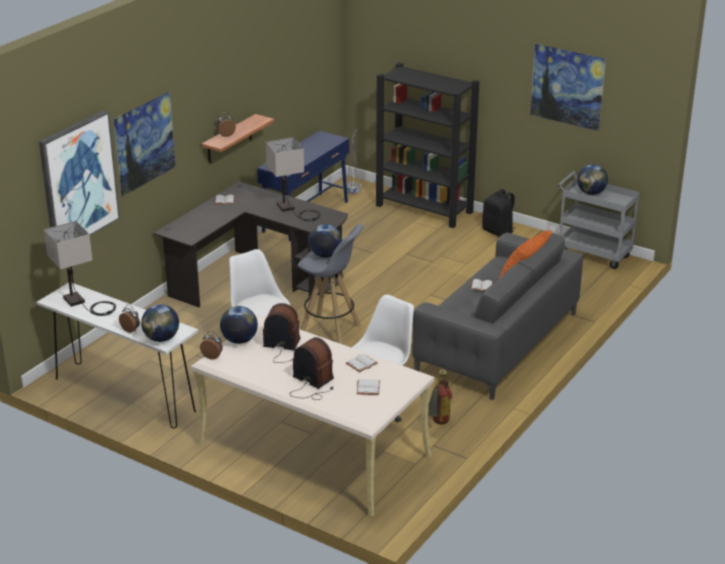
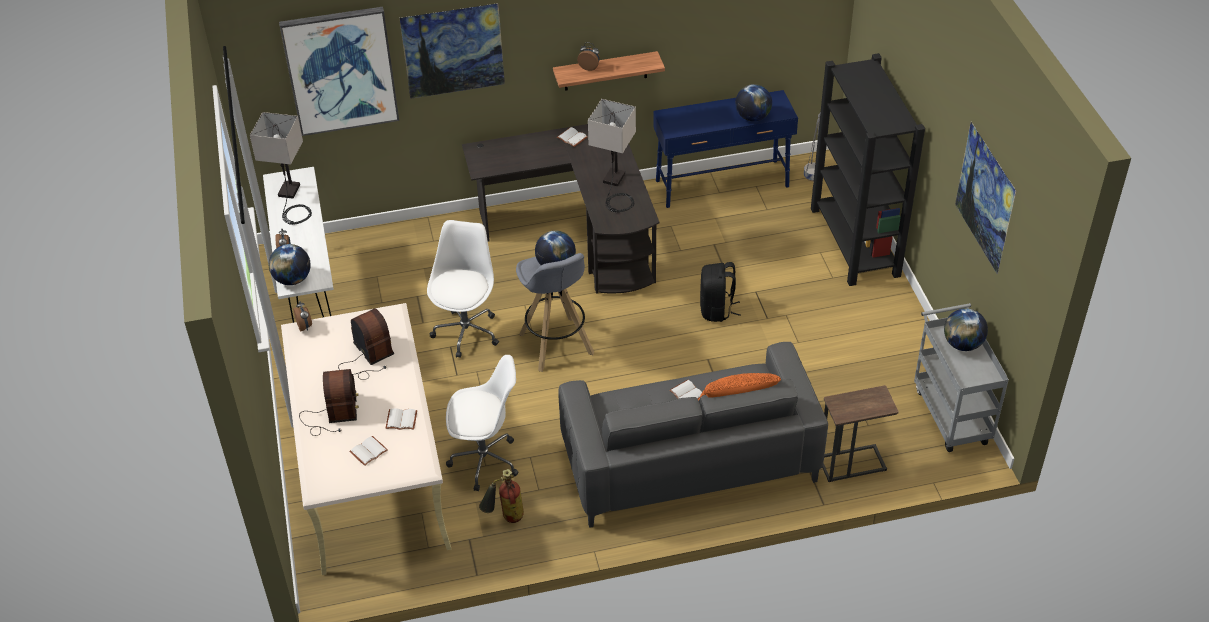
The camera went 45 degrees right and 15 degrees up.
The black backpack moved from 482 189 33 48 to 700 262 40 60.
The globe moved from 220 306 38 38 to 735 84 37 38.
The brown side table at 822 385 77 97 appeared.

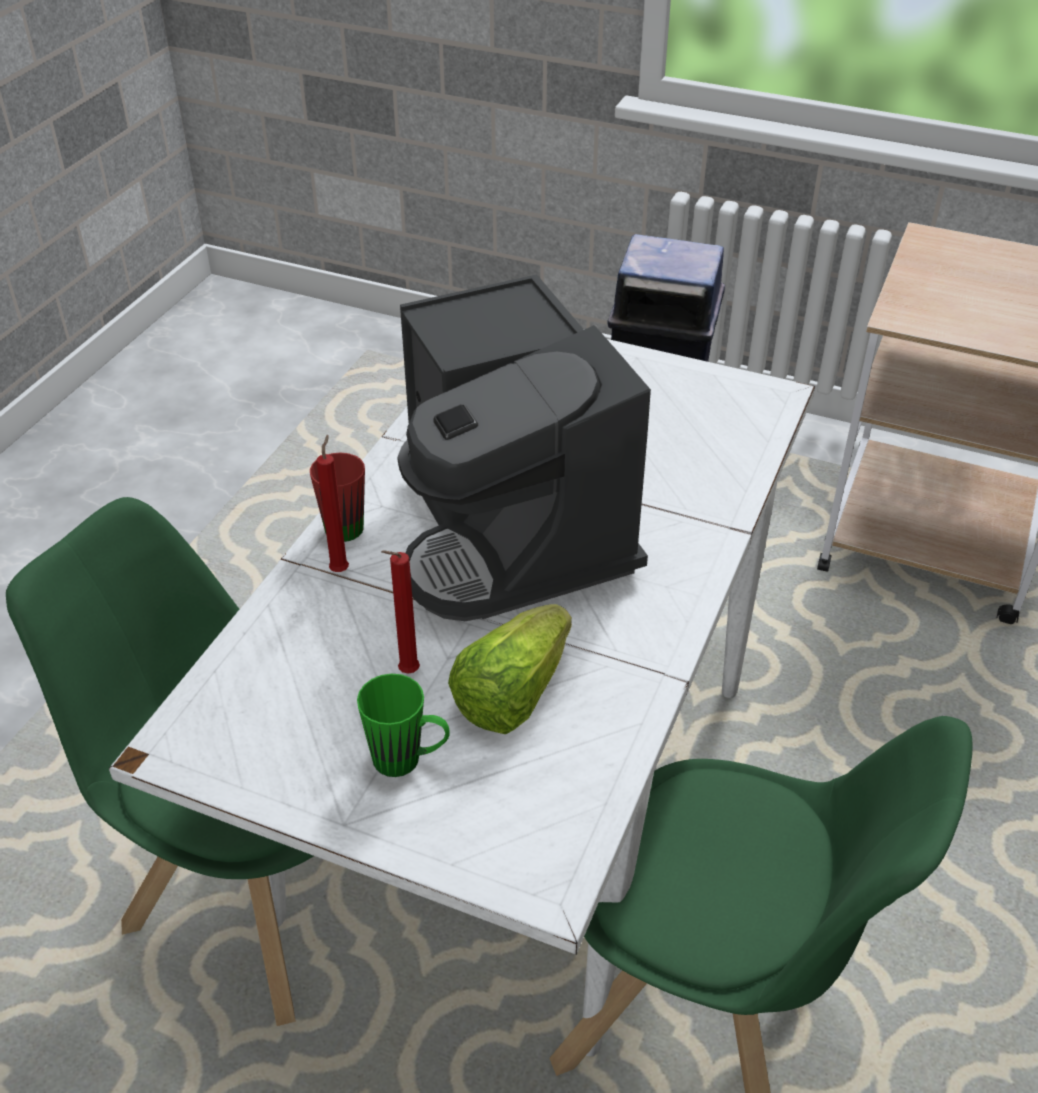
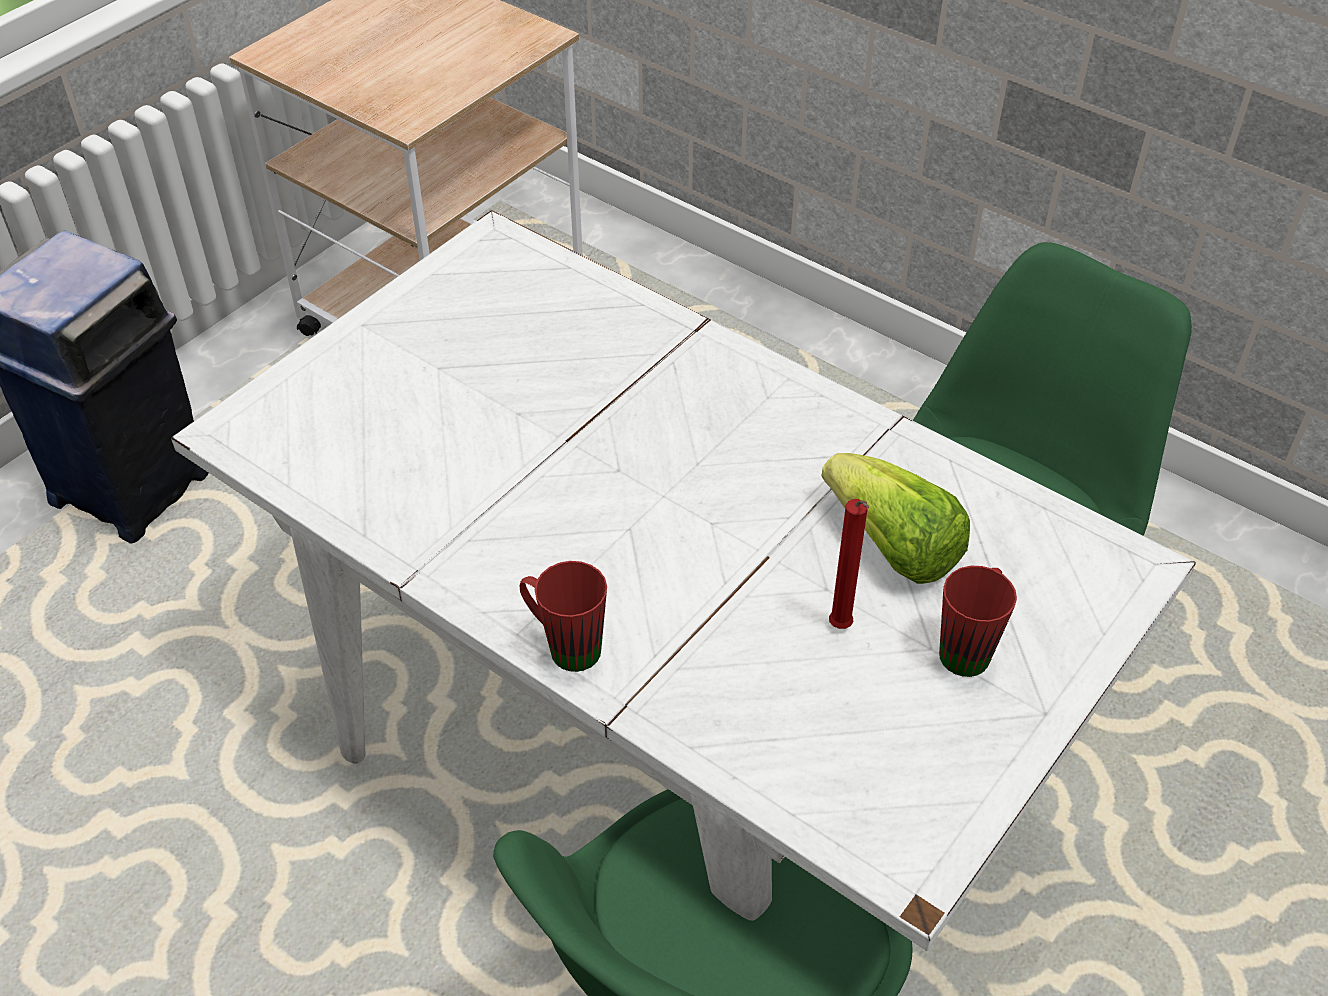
The camera went 75 degrees left and 5 degrees up.
The coffee machine at 397 274 254 347 disappeared.
The red candle at 316 435 33 137 disappeared.
The green mug at 357 674 93 103 became the red mug at 939 566 78 111.

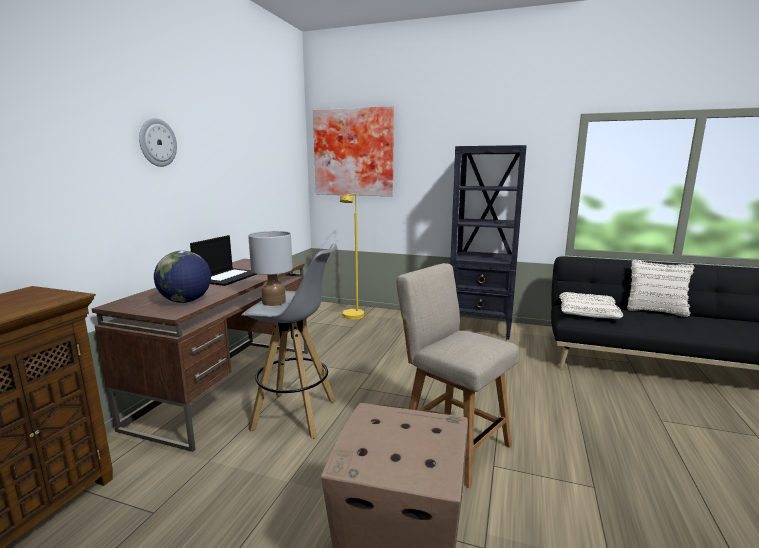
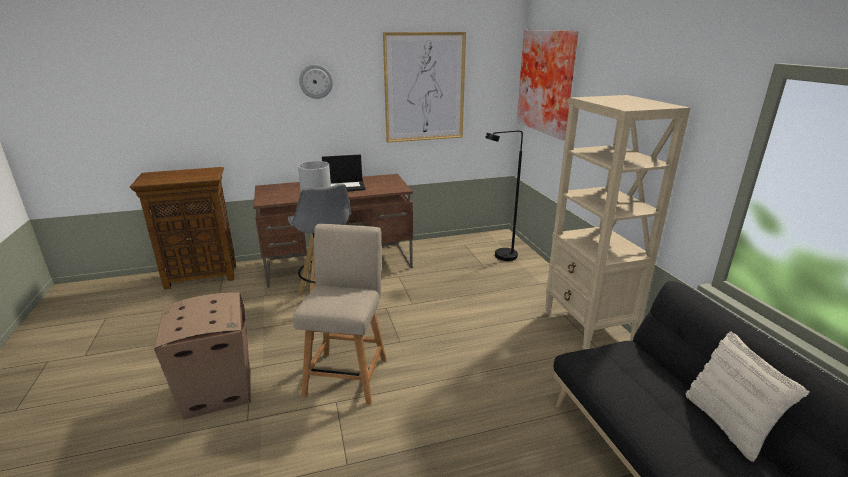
The camera went 55 degrees right and 10 degrees up.
The black bookcase at 450 145 77 195 became the beige bookcase at 545 95 146 255.
The yellow floor lamp at 340 193 24 127 became the black floor lamp at 485 130 38 131.
The globe at 154 251 57 52 disappeared.
The beige pillow at 559 292 64 27 disappeared.
The picture at 383 32 83 110 appeared.

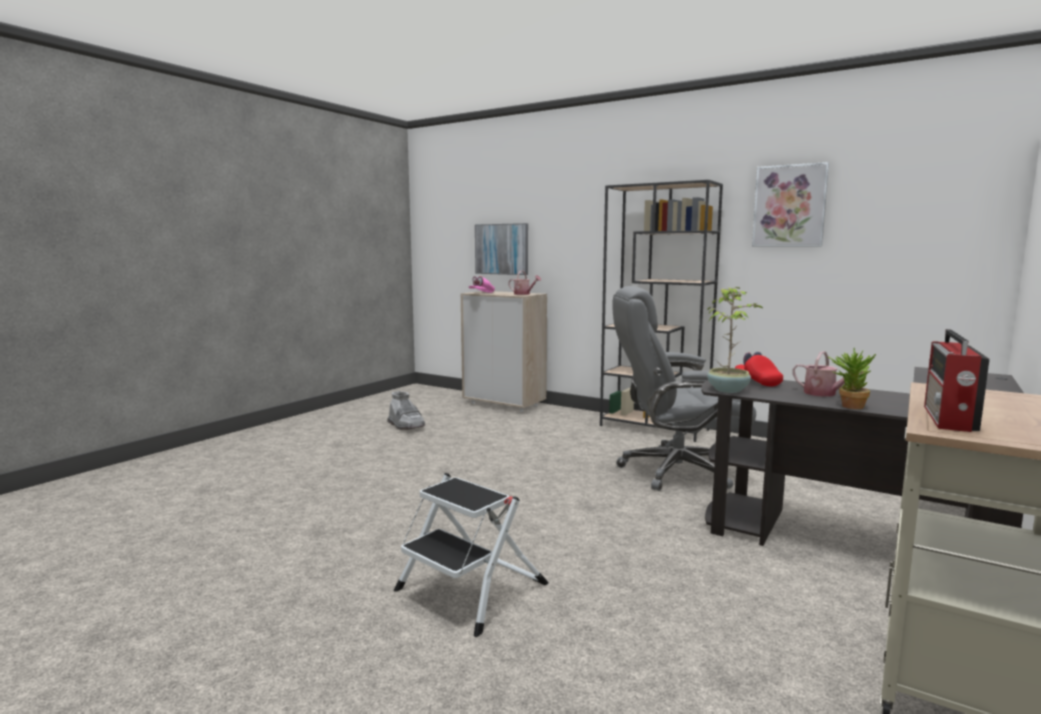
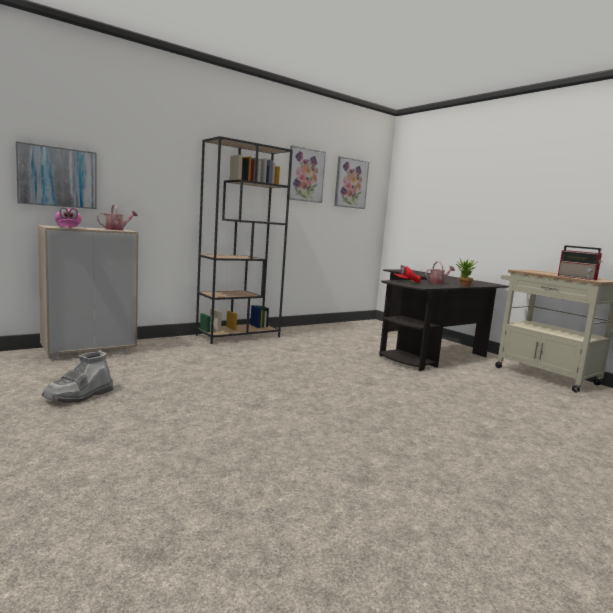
The camera went 70 degrees left and 0 degrees up.
The grey office chair at 612 286 144 205 disappeared.
The potted plant at 707 287 57 106 disappeared.
The grey boot at 387 391 38 39 turned 135 degrees clockwise.
The step ladder at 394 473 155 164 disappeared.
The picture at 334 156 35 53 appeared.

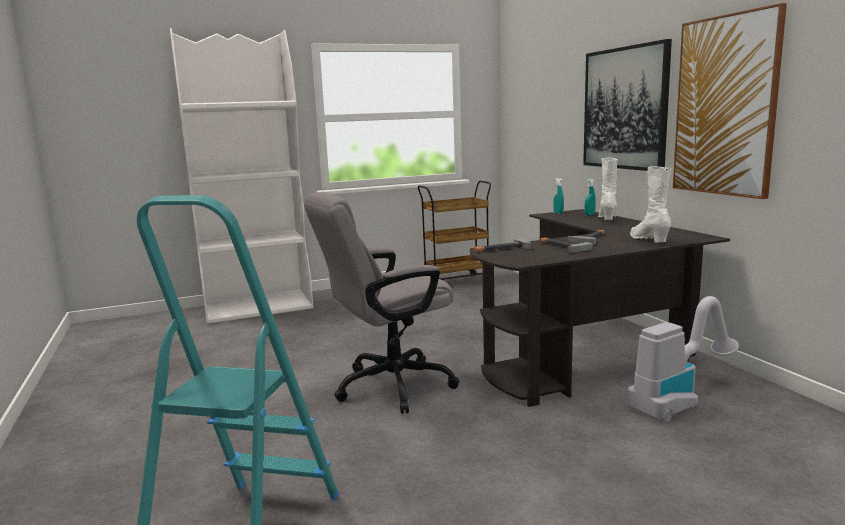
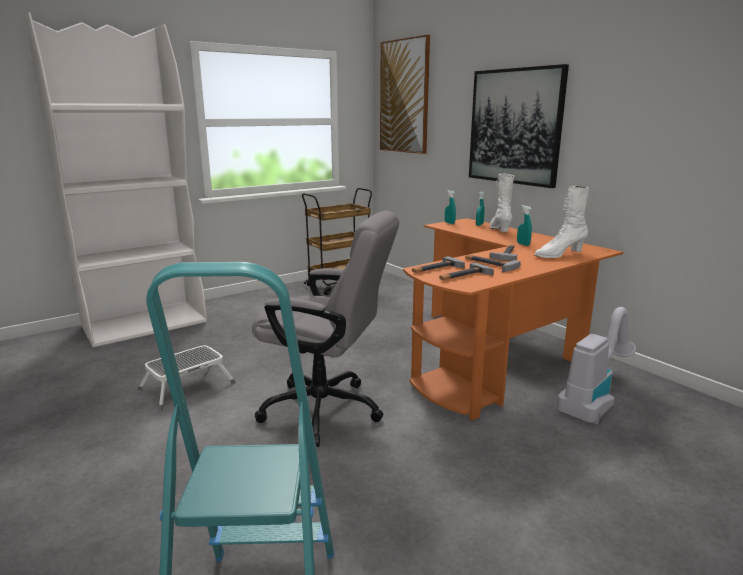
The camera went 15 degrees left and 5 degrees up.
The picture moved from 673 3 114 196 to 380 35 50 119.
The white boot at 630 166 41 76 turned 90 degrees counterclockwise.
The grey office chair at 304 192 155 222 turned 120 degrees counterclockwise.
The black desk at 470 209 260 198 became the orange desk at 403 218 220 203.
The turquoise spray bottle at 517 205 15 41 appeared.
The hammer at 439 263 55 17 appeared.
The grey step ladder at 138 345 98 66 appeared.

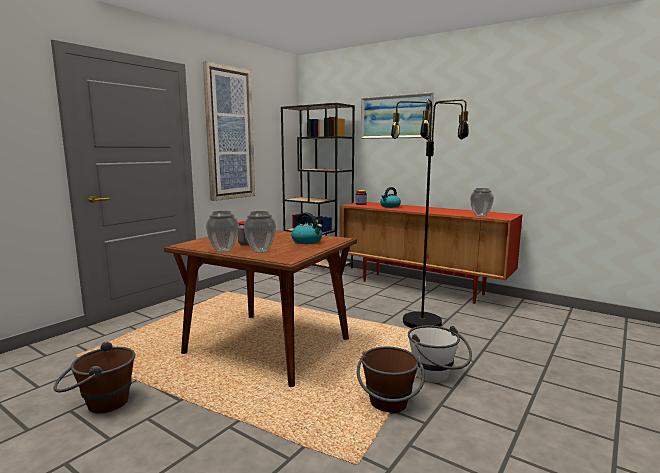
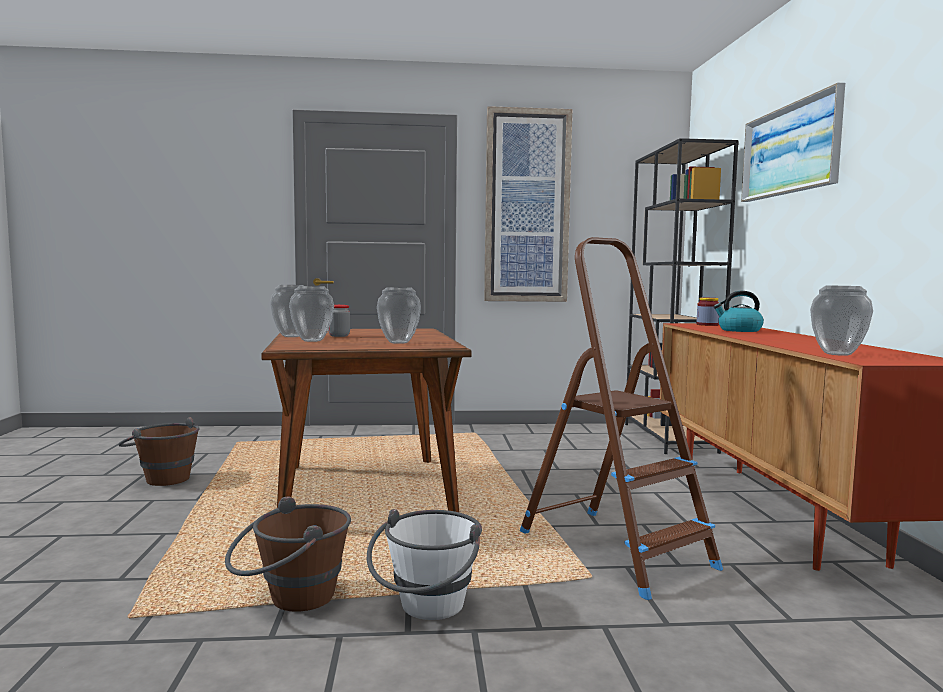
The camera went 50 degrees right and 5 degrees down.
The floor lamp at 391 98 78 230 was replaced by the brown step ladder at 520 237 203 363.
The kettle at 291 212 31 32 was replaced by the vase at 377 287 44 57.

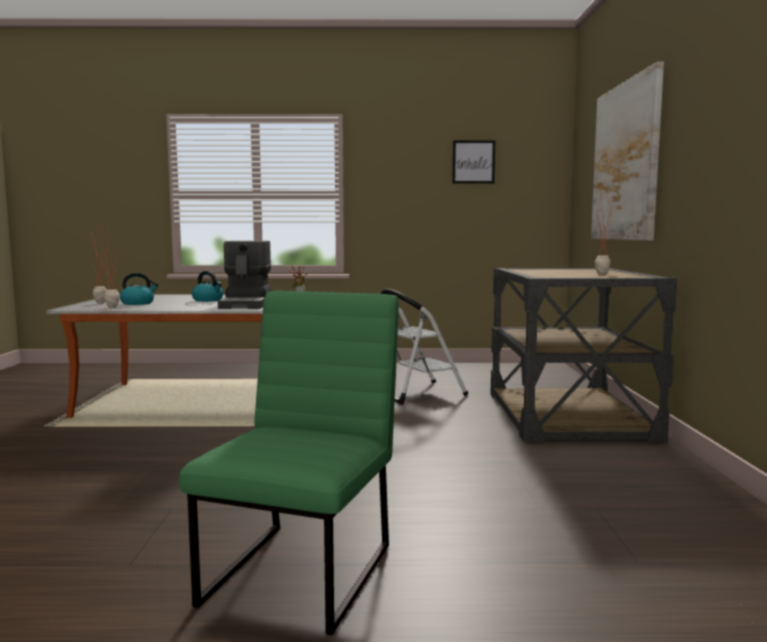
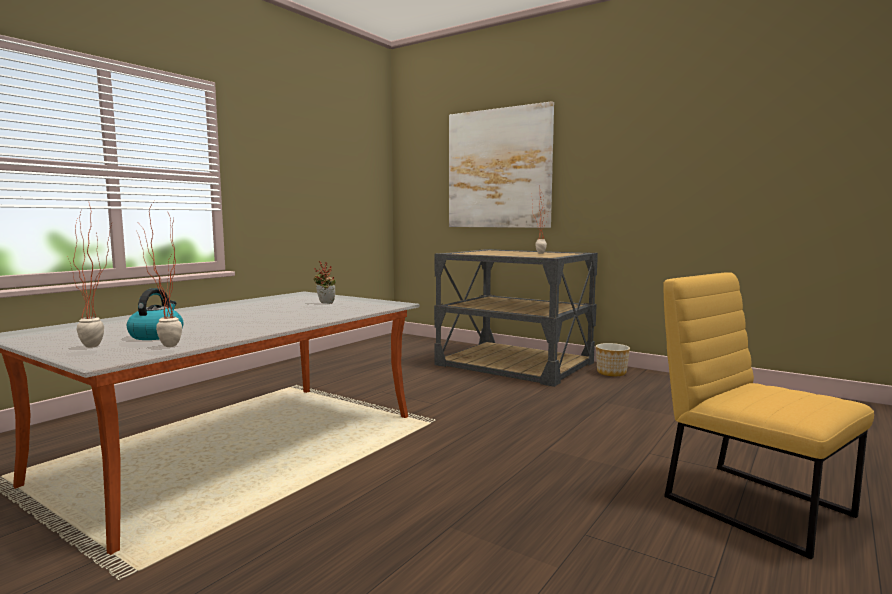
The camera went 55 degrees left and 0 degrees up.
The picture at 452 140 43 44 disappeared.
The coffee machine at 218 241 54 68 disappeared.
The kettle at 192 271 31 31 disappeared.
The step ladder at 381 289 87 116 disappeared.
The green chair at 179 291 220 344 became the yellow chair at 663 272 211 287.
The planter at 596 343 34 33 appeared.

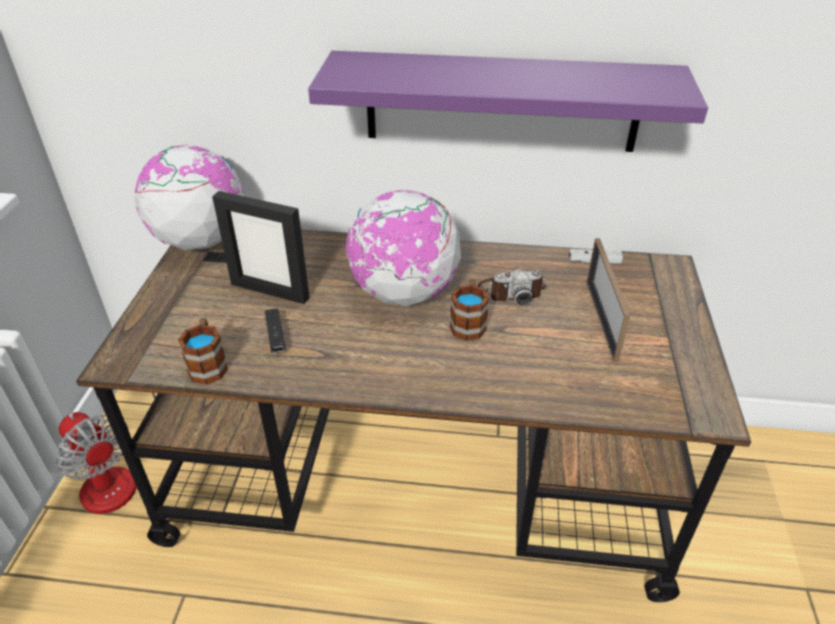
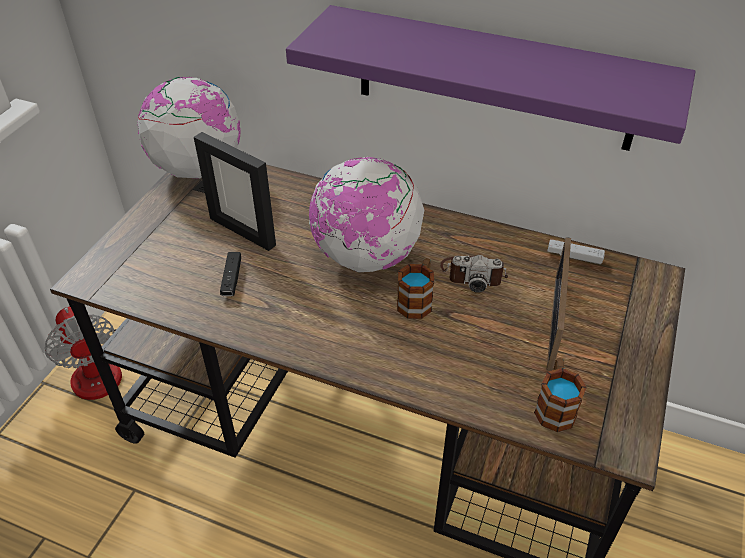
The camera went 15 degrees right and 5 degrees up.
The mug moved from 178 318 50 67 to 534 358 53 74.

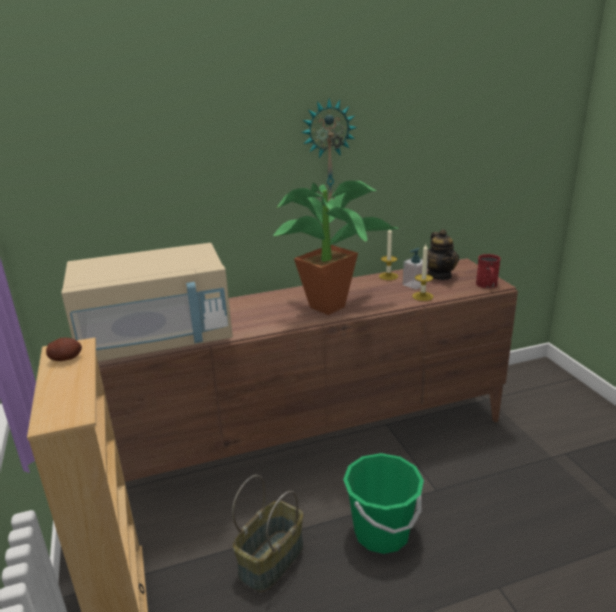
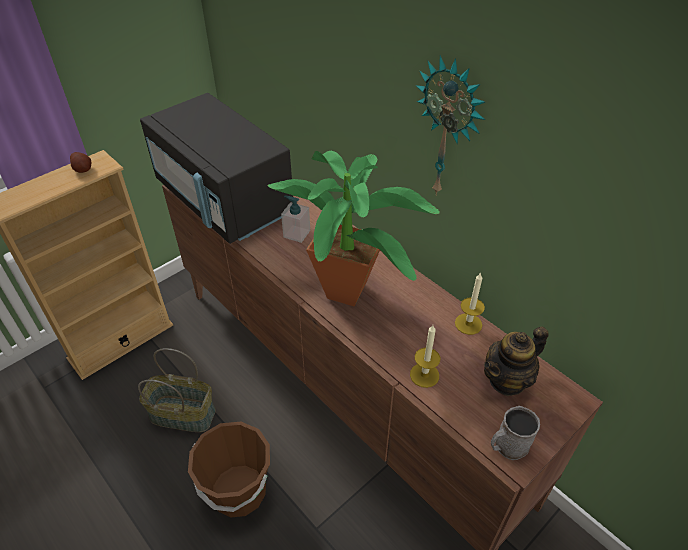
The camera went 65 degrees right and 20 degrees up.
The beige microwave at 61 243 172 119 became the black microwave at 140 93 153 151.
The soap dispenser moved from 403 248 25 42 to 281 196 29 47.
The red mug at 476 254 25 34 became the grey mug at 491 406 49 54.
The green bucket at 343 453 81 101 became the brown bucket at 188 422 82 95.

